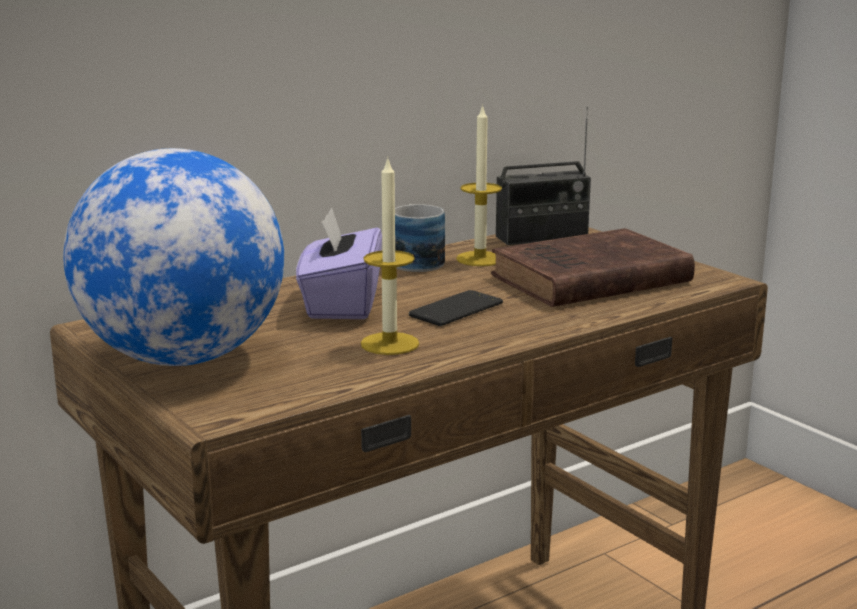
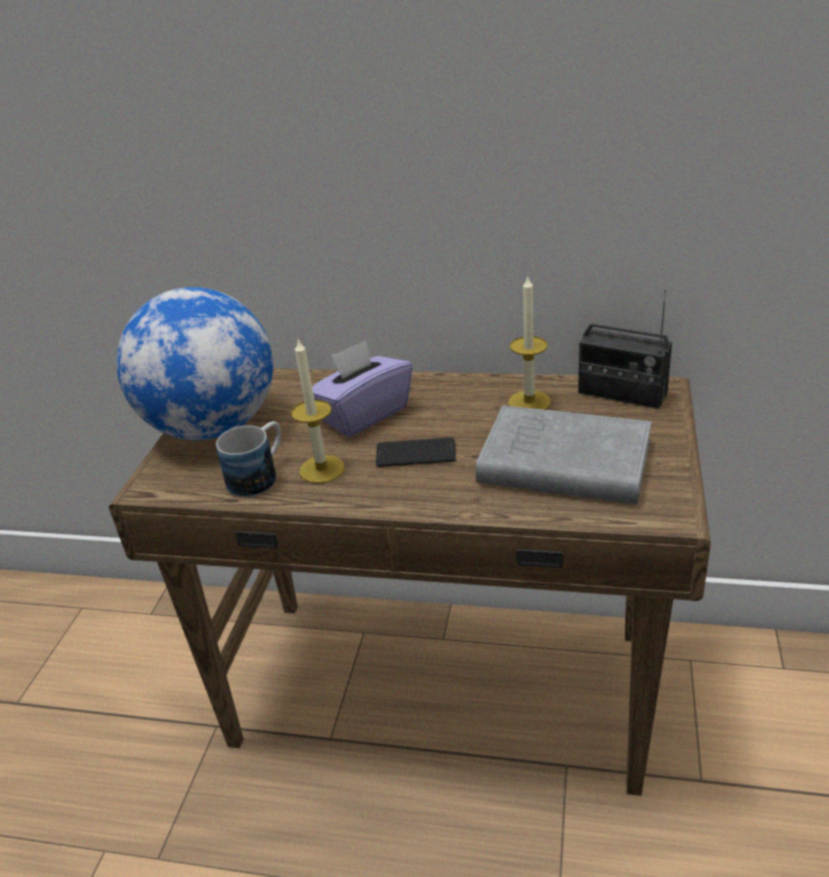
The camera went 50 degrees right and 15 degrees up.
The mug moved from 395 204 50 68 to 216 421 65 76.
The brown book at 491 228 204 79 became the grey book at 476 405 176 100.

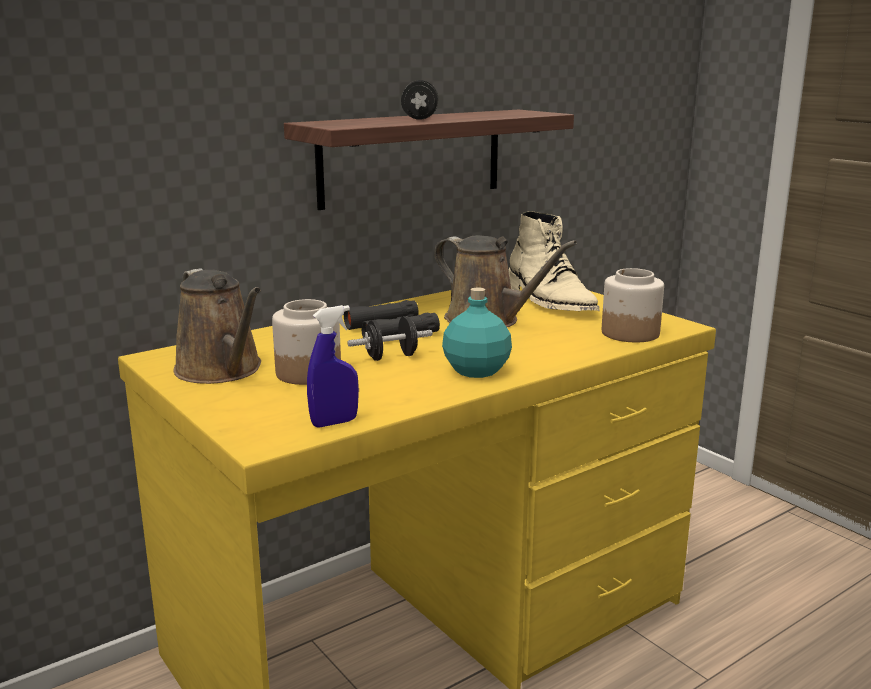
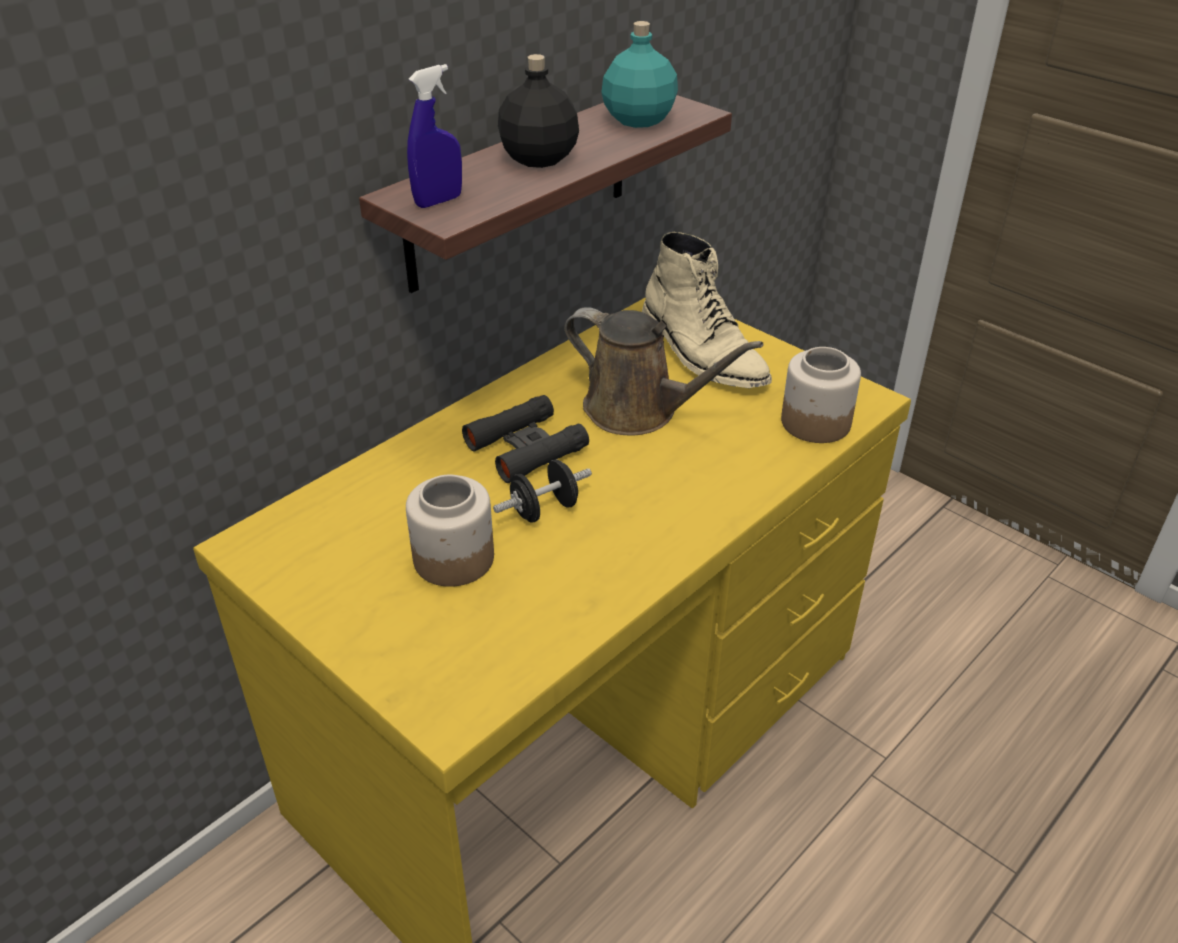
The camera went 10 degrees left and 20 degrees up.
The black dumbbell at 401 80 37 40 was replaced by the black bottle at 498 54 81 114.
The brown watering can at 173 268 88 116 disappeared.
The turquoise bottle moved from 442 288 70 90 to 601 21 77 107.
The blue spray bottle moved from 307 305 52 123 to 407 64 55 144.

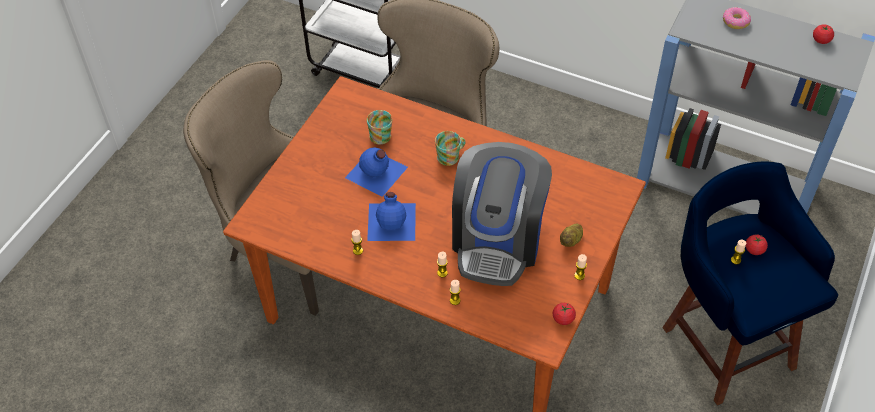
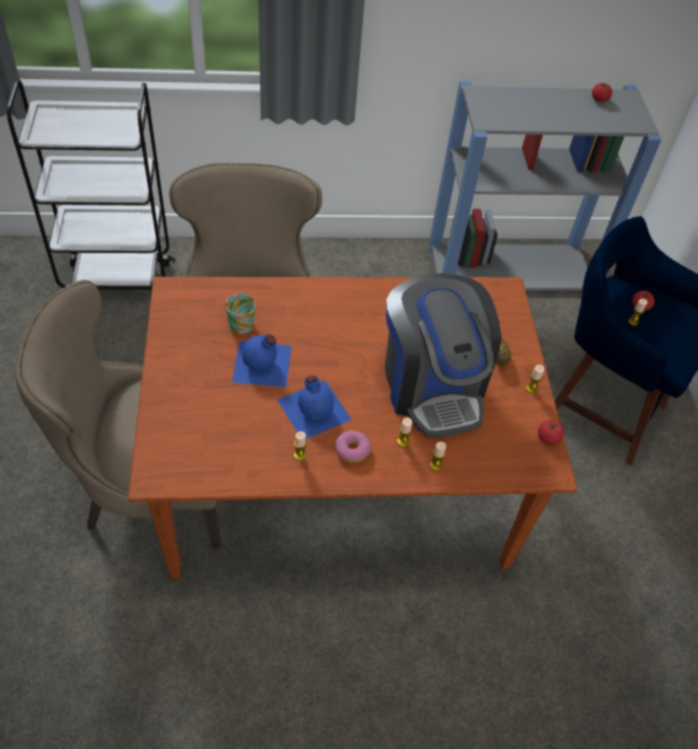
The camera went 35 degrees left and 0 degrees up.
The donut moved from 723 7 28 22 to 335 430 36 33.
The mug at 435 131 30 35 disappeared.

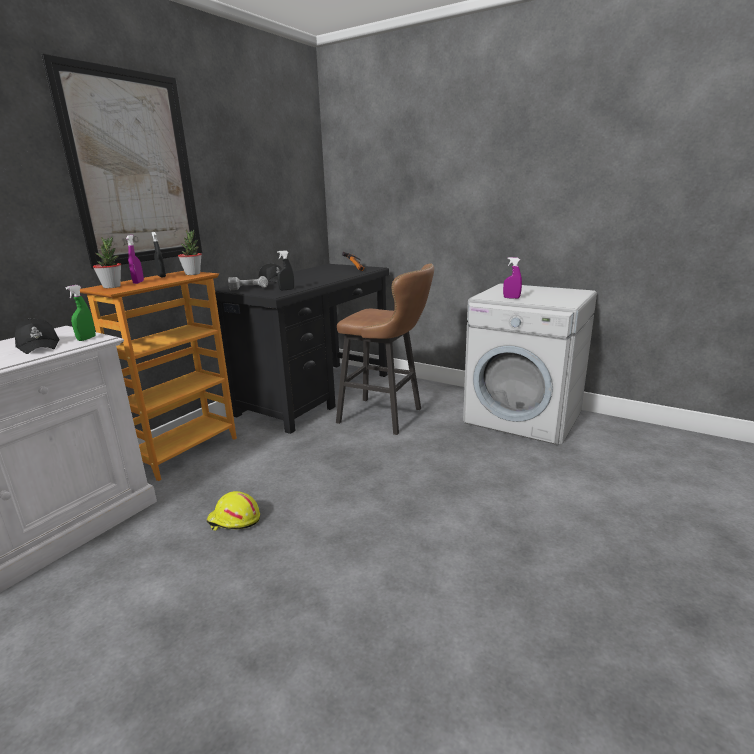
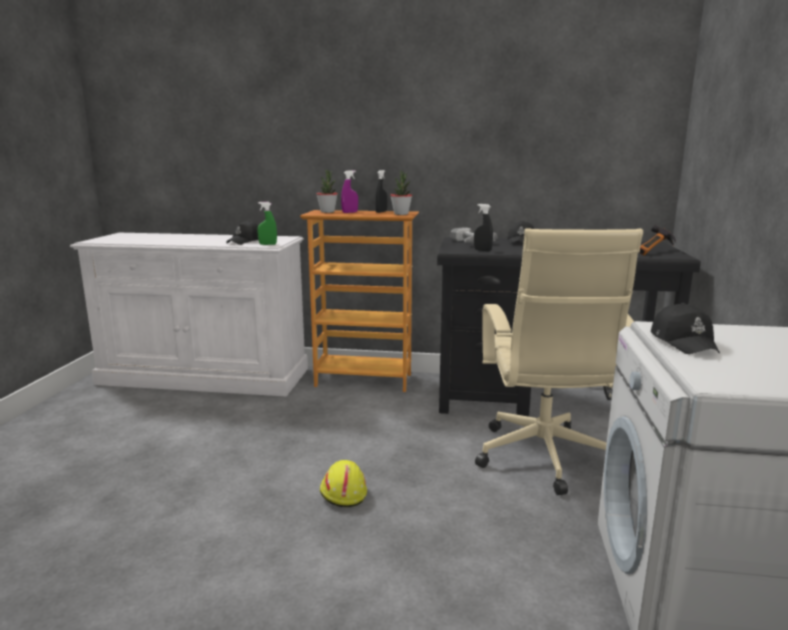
The camera went 65 degrees right and 5 degrees down.
The picture at 41 53 161 216 disappeared.
The purple spray bottle at 503 257 19 42 was replaced by the black cap at 651 303 69 51.
The brown stool at 336 263 98 172 was replaced by the beige office chair at 475 228 168 267.
The yellow hard hat moved from 207 491 53 40 to 320 460 47 47.

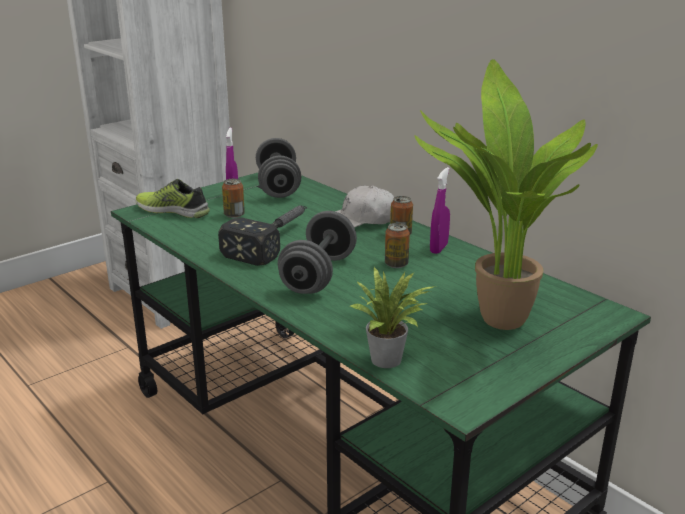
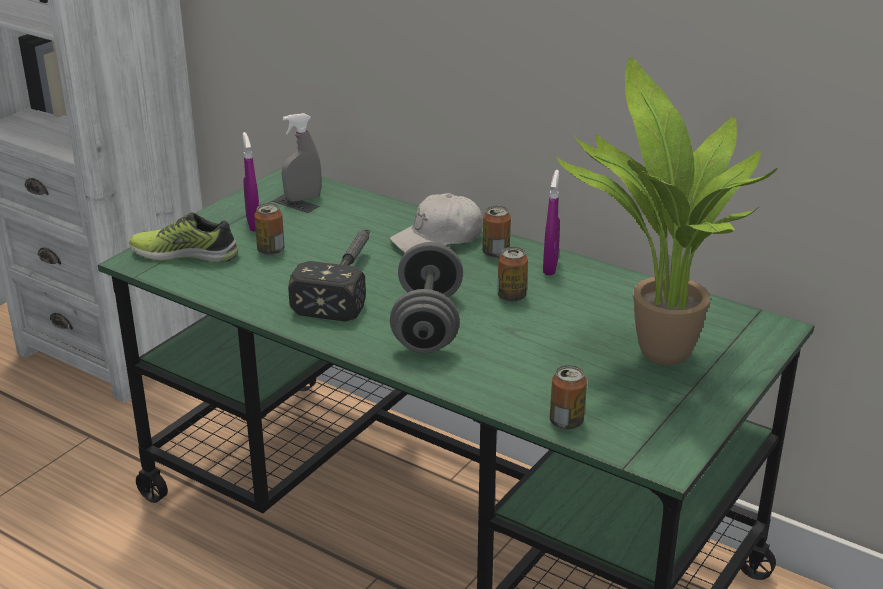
The camera went 15 degrees left and 5 degrees up.
The grey dumbbell at 256 138 45 60 was replaced by the grey spray bottle at 282 113 39 89.
The potted plant at 349 267 87 101 was replaced by the can at 550 365 37 65.

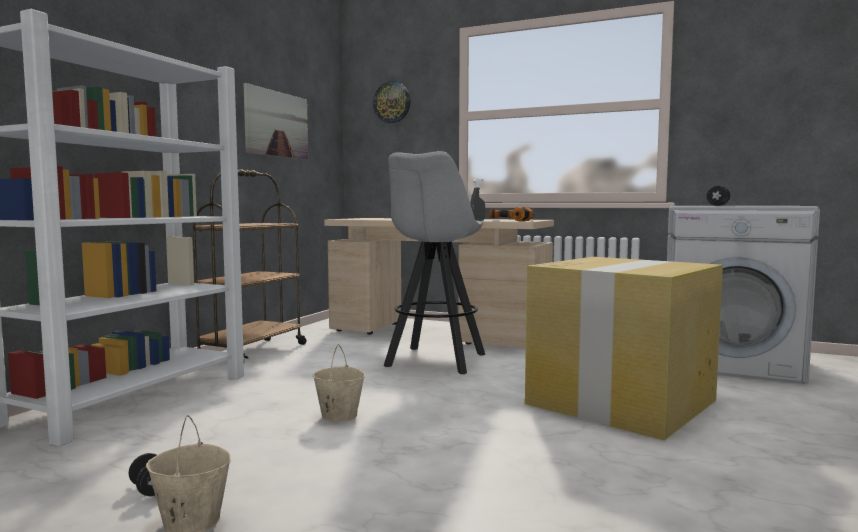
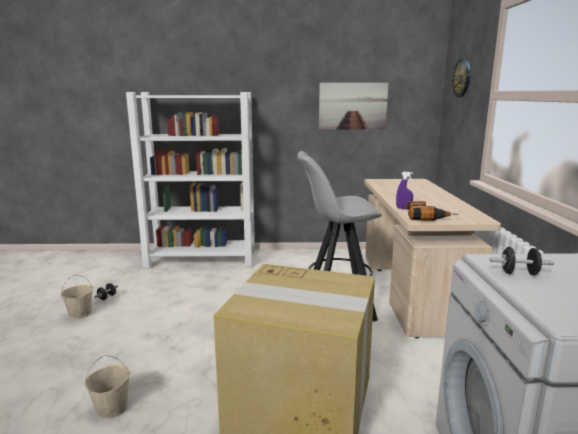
The camera went 65 degrees right and 10 degrees up.
The brown cart at 193 169 114 189 disappeared.
The grey spray bottle at 470 179 15 42 became the purple spray bottle at 396 172 17 38.
The beige bucket moved from 312 344 53 78 to 85 355 45 64.

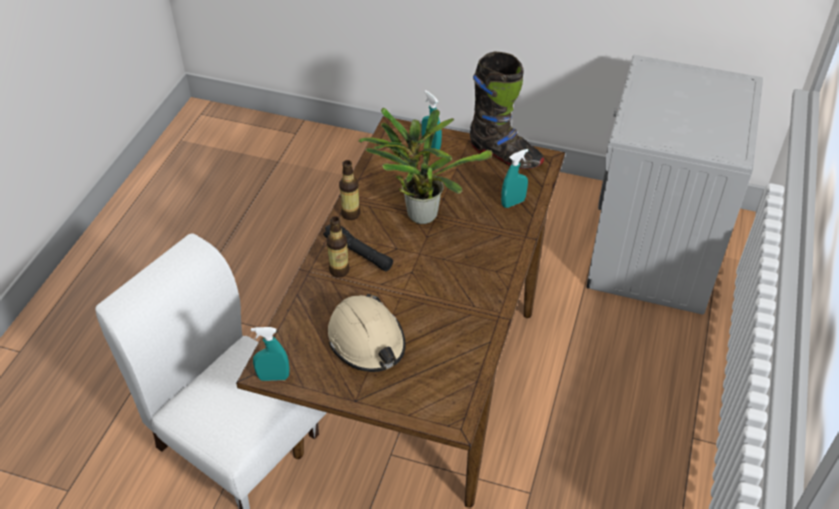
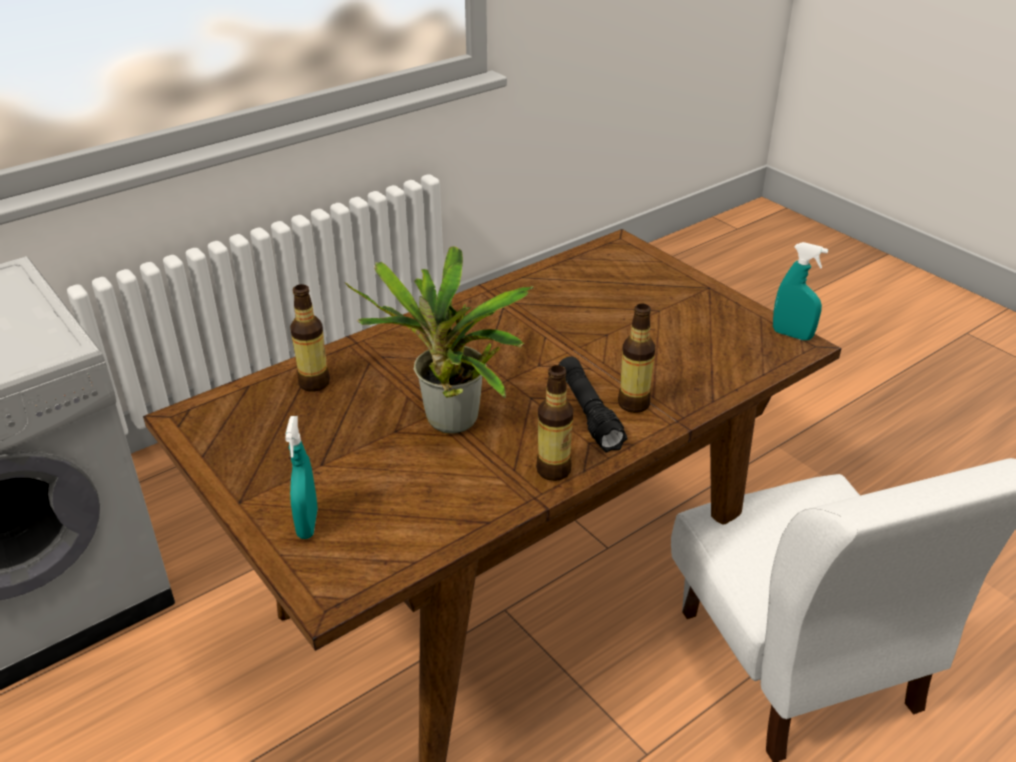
The camera went 145 degrees left and 10 degrees down.
The black boot at 470 51 74 118 disappeared.
The turquoise spray bottle at 501 149 27 59 was replaced by the bottle at 290 284 40 108.
The beige hard hat at 328 294 78 78 disappeared.

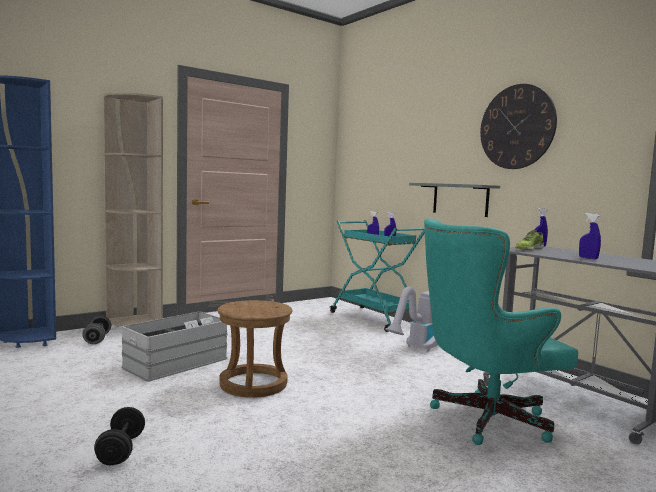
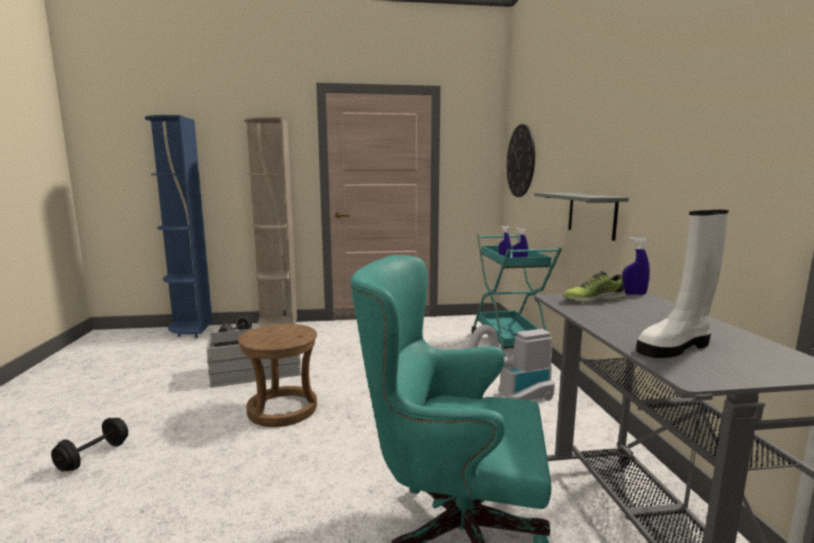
The camera went 30 degrees right and 5 degrees up.
The wall clock moved from 480 84 77 85 to 507 124 28 73.
The blue spray bottle at 579 213 22 46 disappeared.
The white boot at 636 210 93 148 appeared.

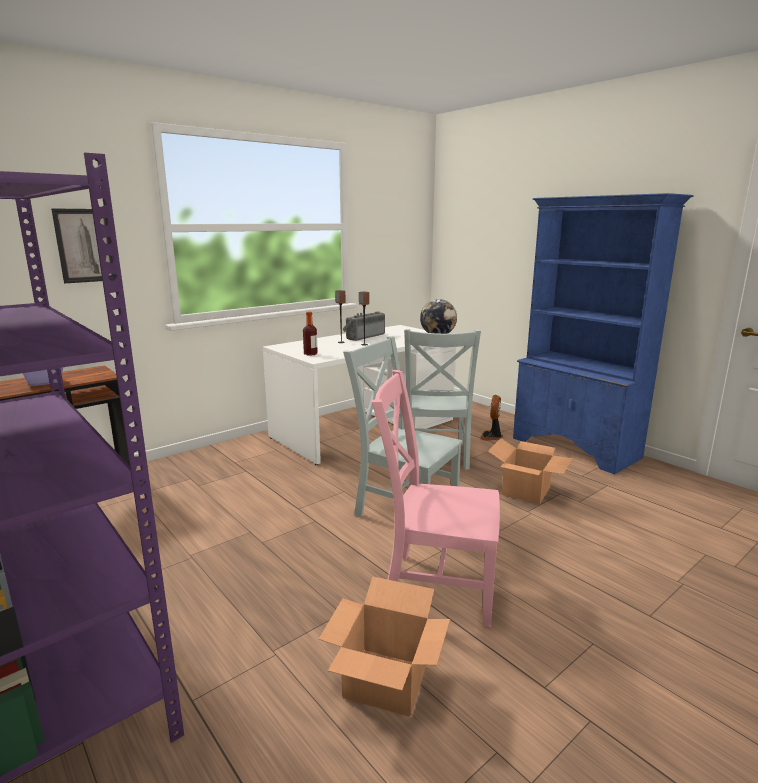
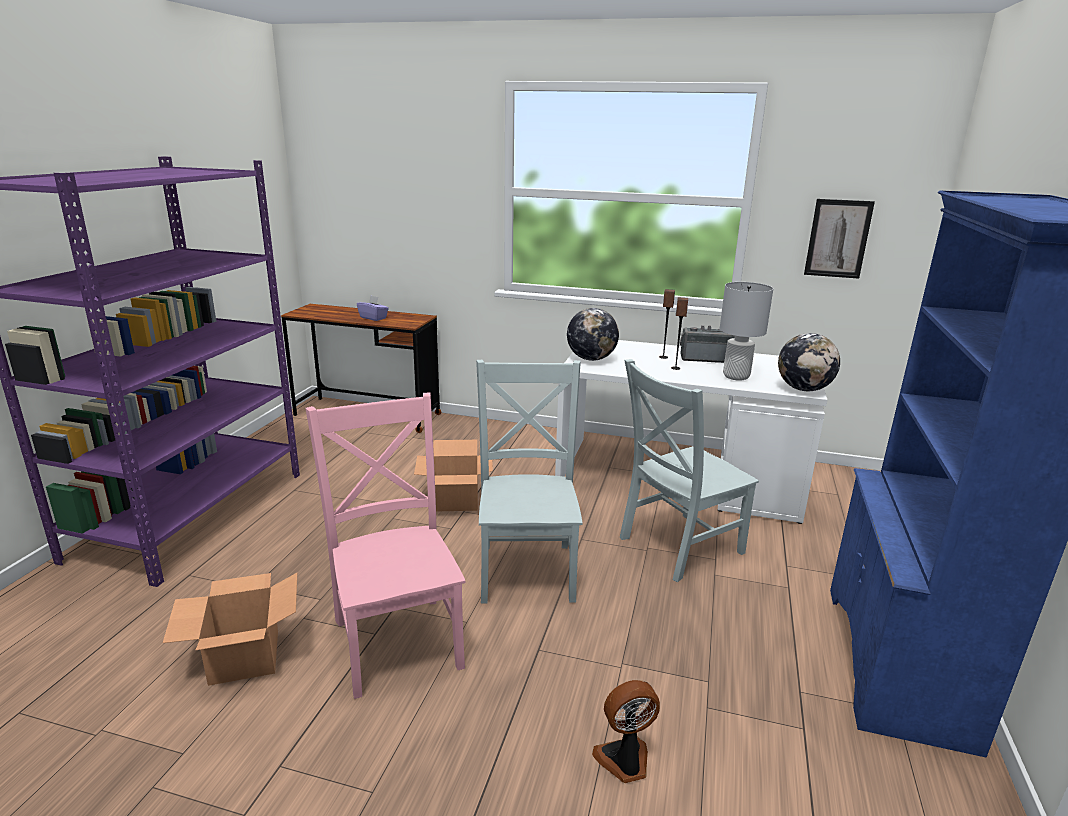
The camera went 55 degrees right and 5 degrees up.
The picture moved from 51 208 63 76 to 804 199 71 80.
The bottle at 303 312 15 44 was replaced by the globe at 567 308 52 53.
The fan moved from 480 395 23 46 to 592 680 68 103.
The cardboard box moved from 488 438 85 66 to 414 440 79 72.
The grey table lamp at 720 282 53 99 appeared.

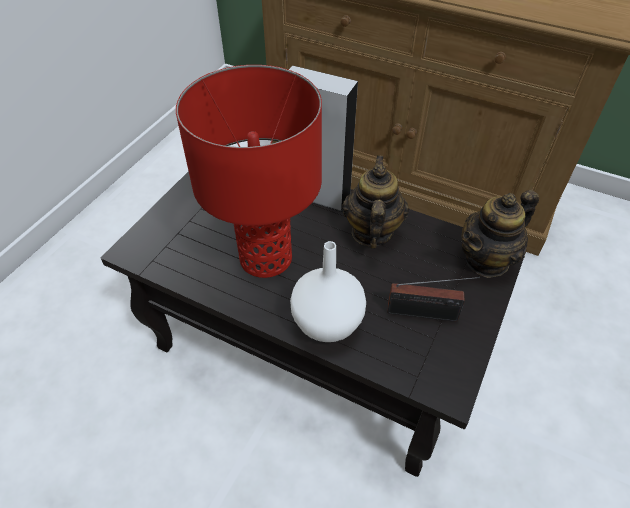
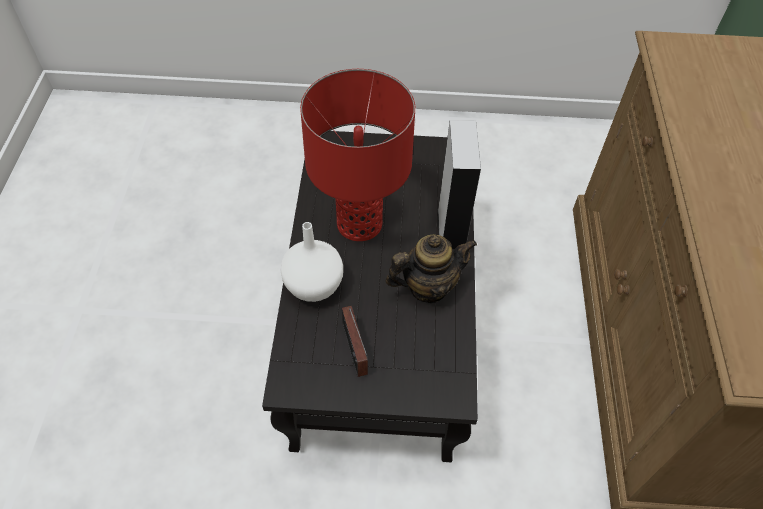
The camera went 65 degrees right and 5 degrees up.
The teapot at 461 190 78 88 disappeared.

